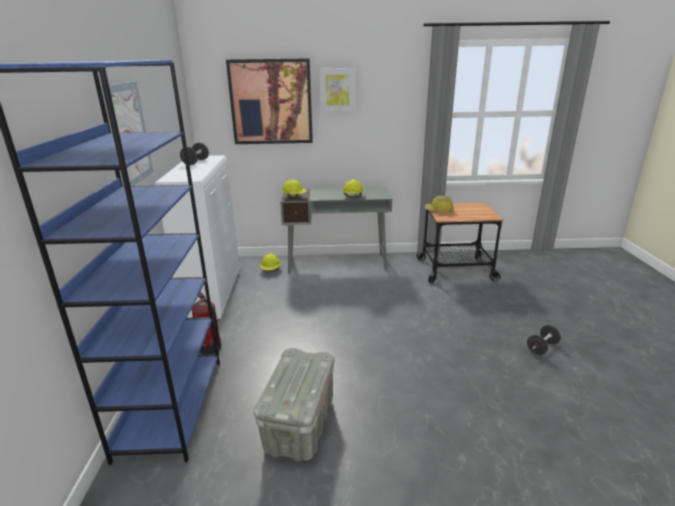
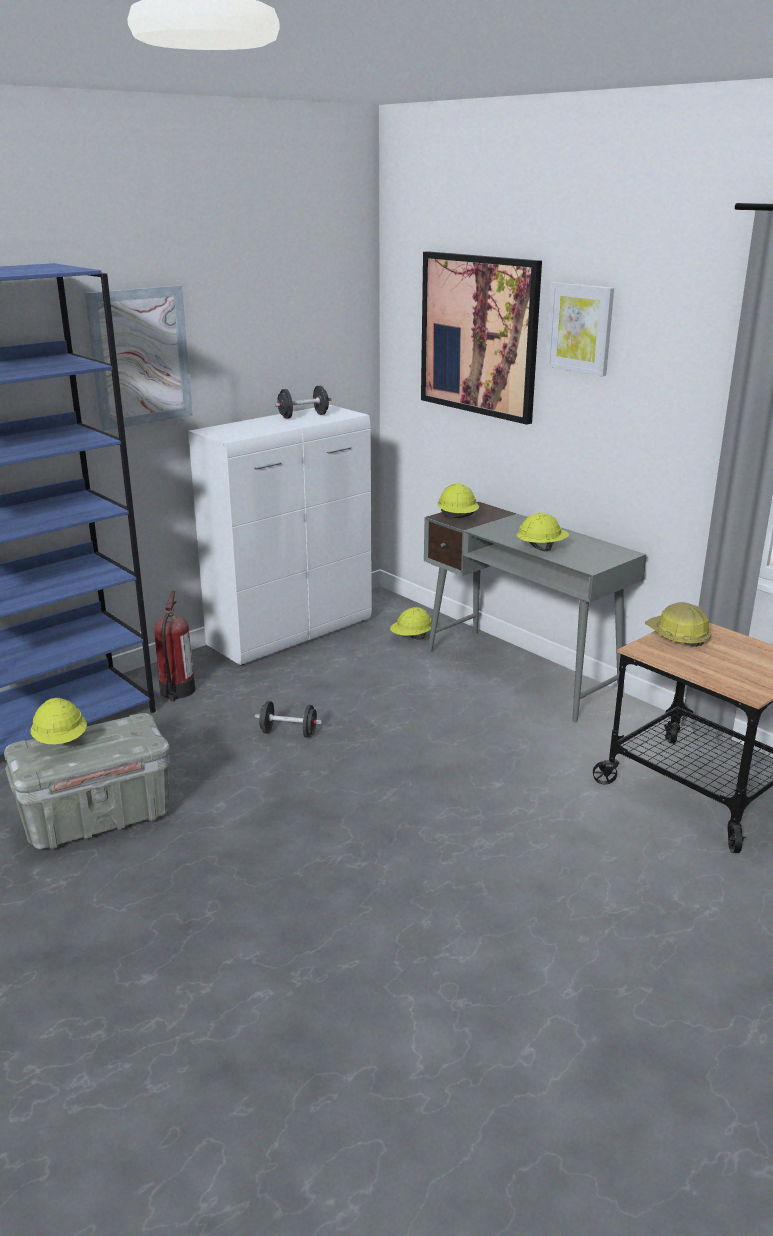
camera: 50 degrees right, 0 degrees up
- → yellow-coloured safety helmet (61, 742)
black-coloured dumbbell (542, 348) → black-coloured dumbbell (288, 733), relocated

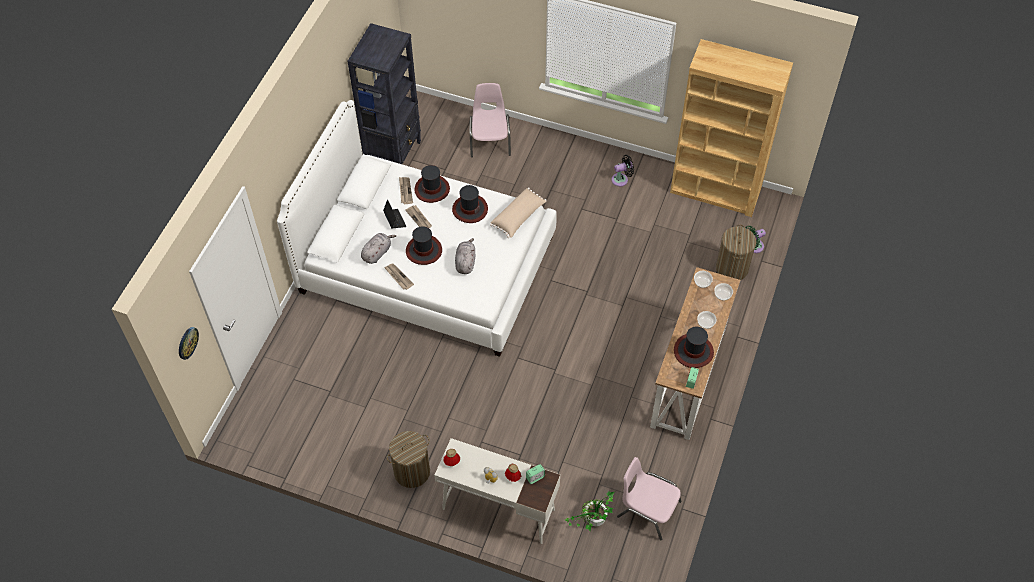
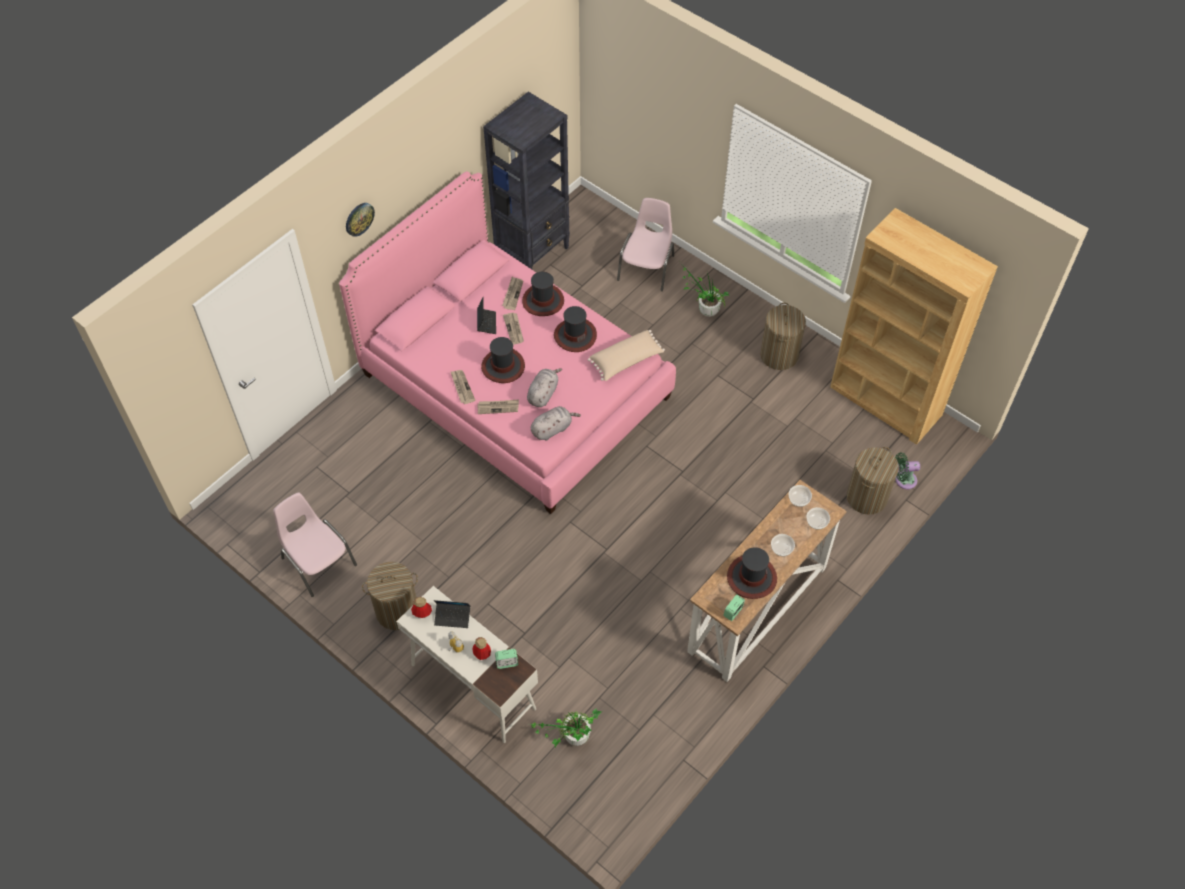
camera: 20 degrees right, 0 degrees up
- → notebook computer (452, 617)
- → newspaper (498, 407)
- → houseplant (704, 310)
wall clock (187, 343) → wall clock (359, 219), relocated
greyish cuddly toy (377, 253) → greyish cuddly toy (552, 429), relocated
pink chair (647, 509) → pink chair (318, 561), relocated
black-coloured electric fan (621, 179) → hamper (779, 355)
white-coloured sleeping bed (426, 265) → pink sleeping bed (515, 385)

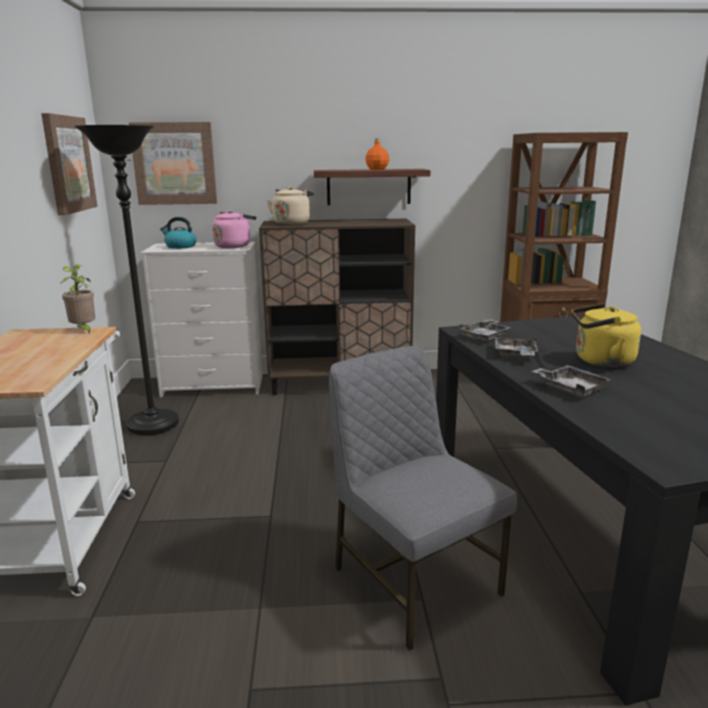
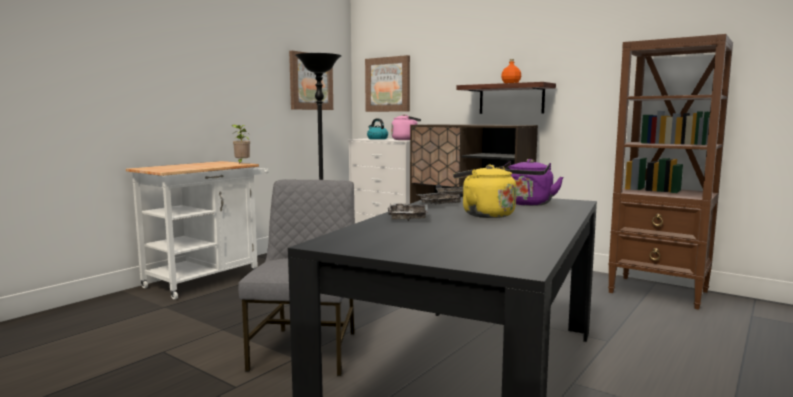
camera: 40 degrees right, 10 degrees down
sand-coloured kettle (292, 223) → -
- → purplish kettle (528, 204)

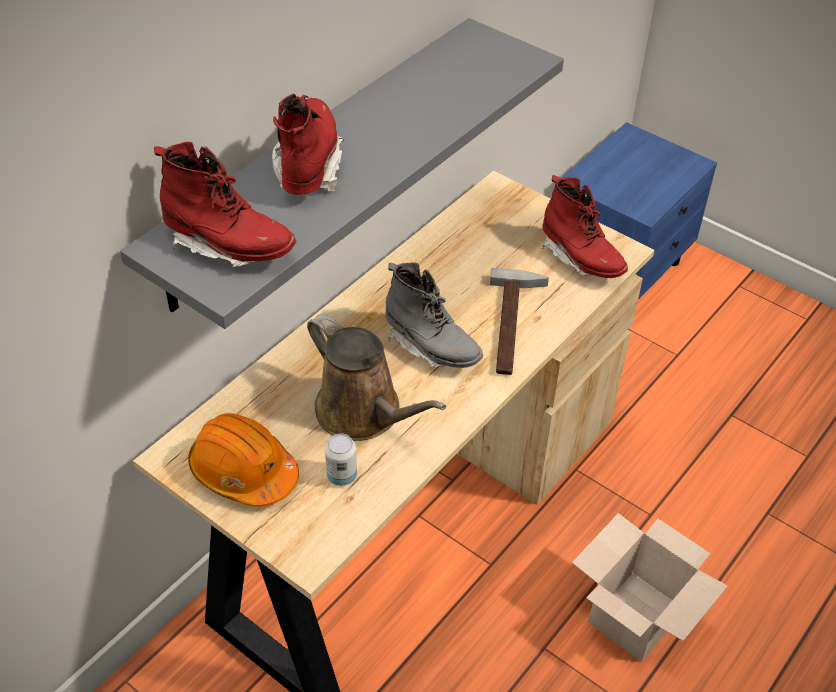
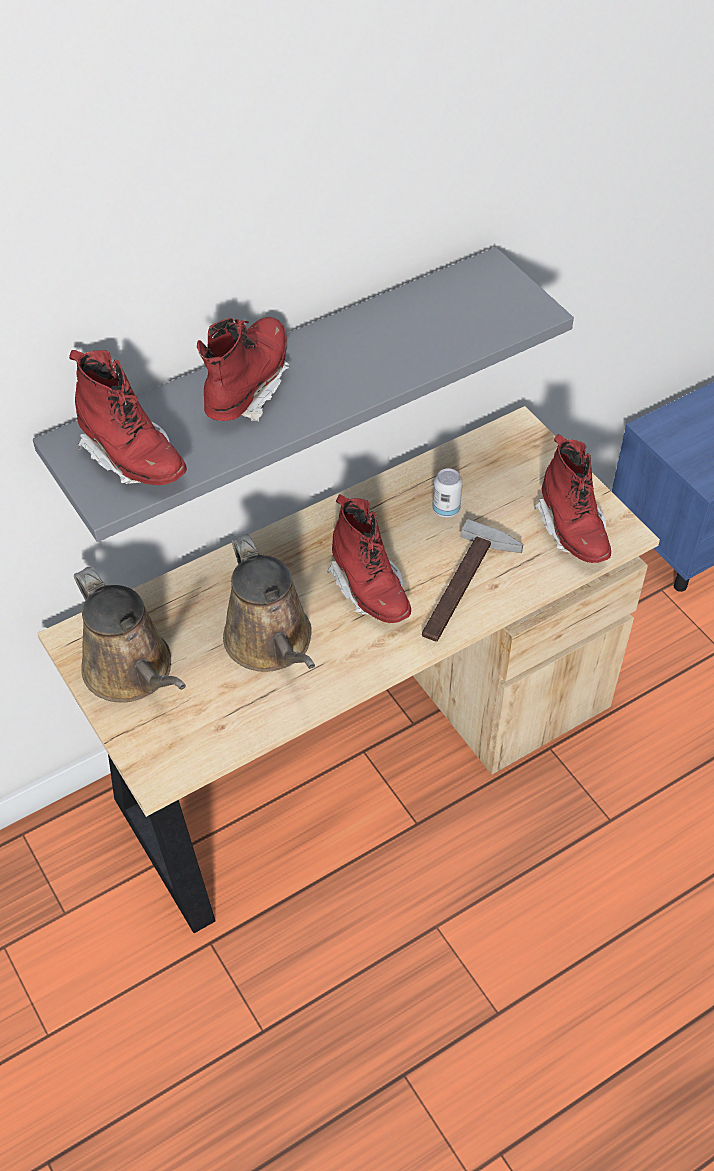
camera: 20 degrees right, 5 degrees up
cardboard box (636, 614) → -
metal can (342, 476) → metal can (446, 509), relocated
orange safety helmet (243, 471) → brown sprinkling can (132, 672)
greyish tall boot (431, 346) → red tall boot (369, 589)

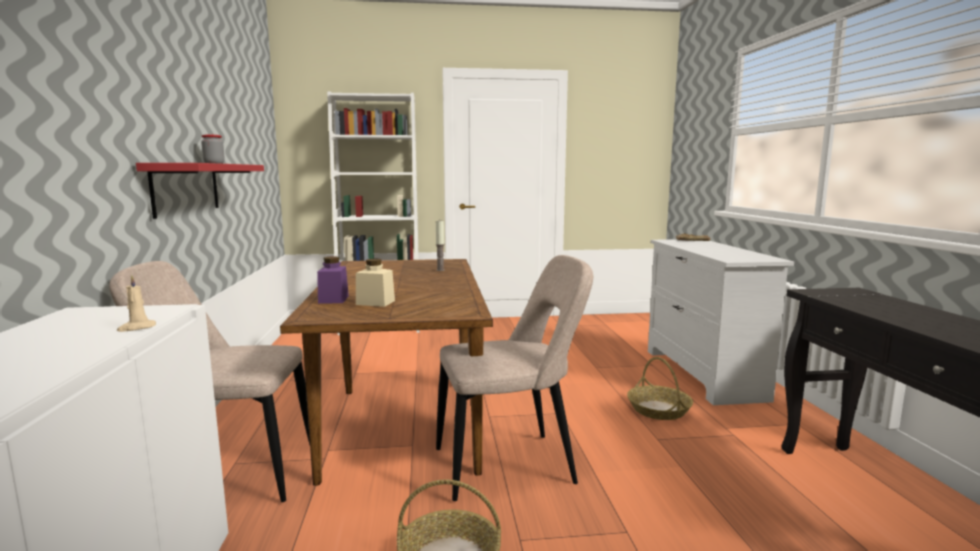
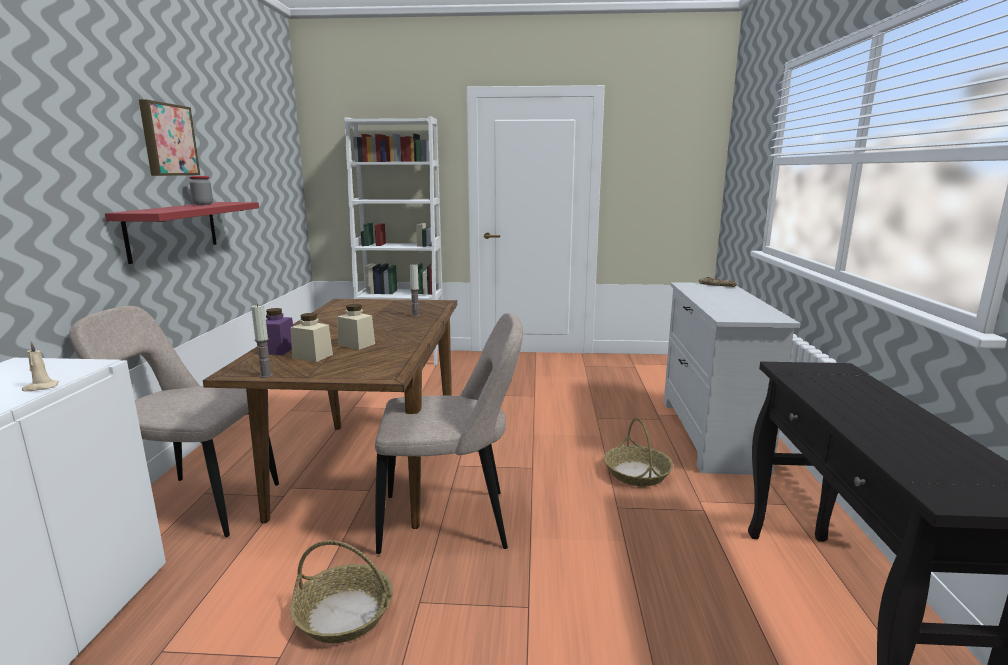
camera: 10 degrees right, 5 degrees up
- → wall art (167, 140)
- → wax candle (266, 375)
- → sand-coloured preserve jar (356, 344)

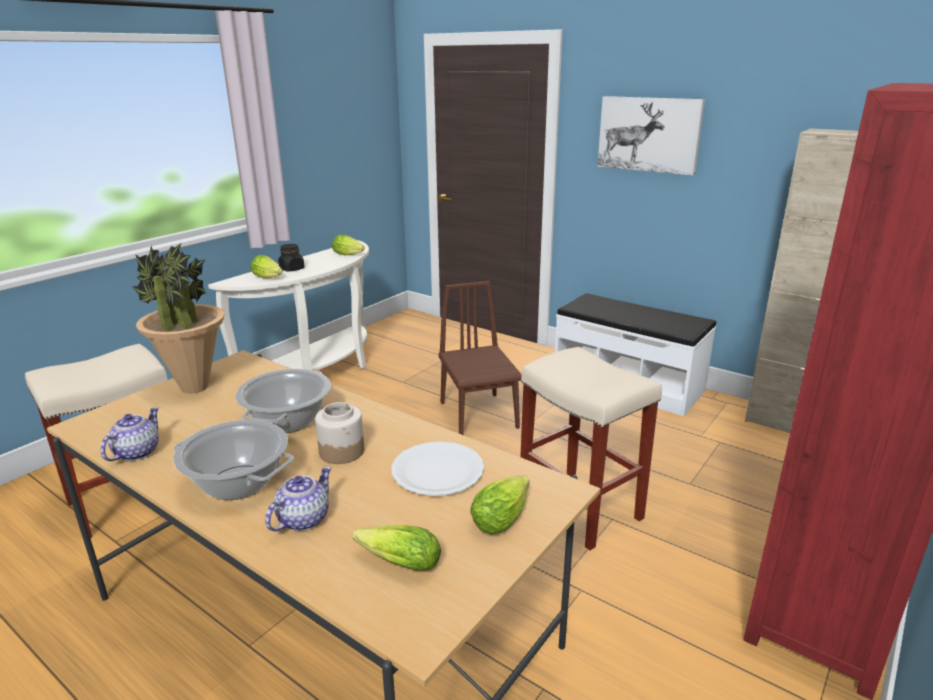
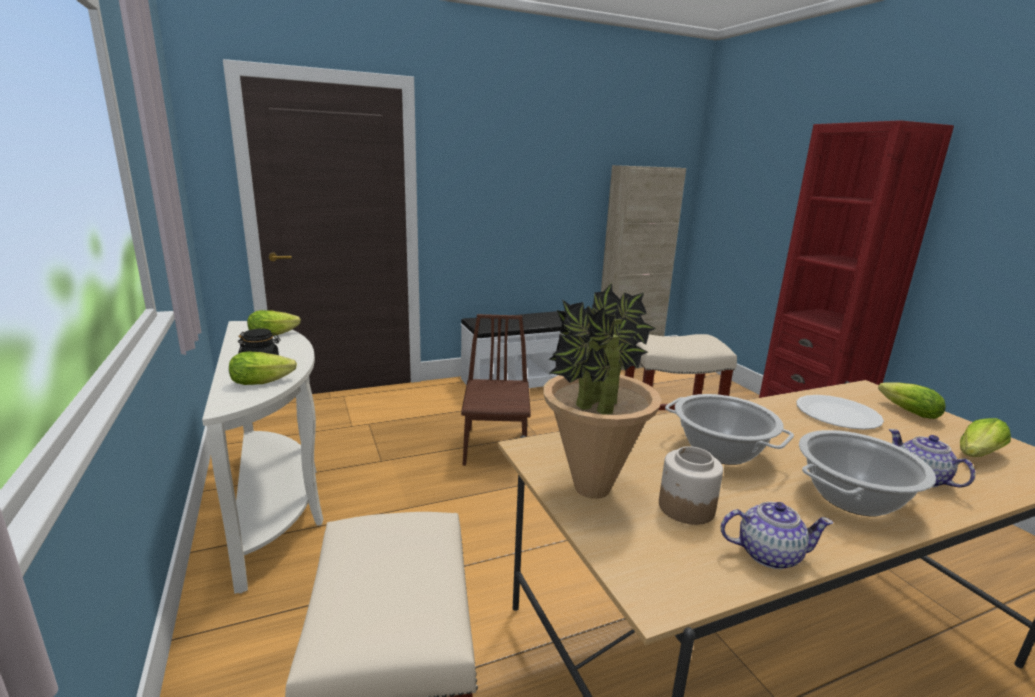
camera: 60 degrees left, 5 degrees down
wall art (649, 134) → -
preserve jar (342, 451) → preserve jar (685, 507), relocated
tea pot (136, 453) → tea pot (768, 554), 135 degrees clockwise
brown chair (478, 415) → brown chair (495, 447), 75 degrees clockwise

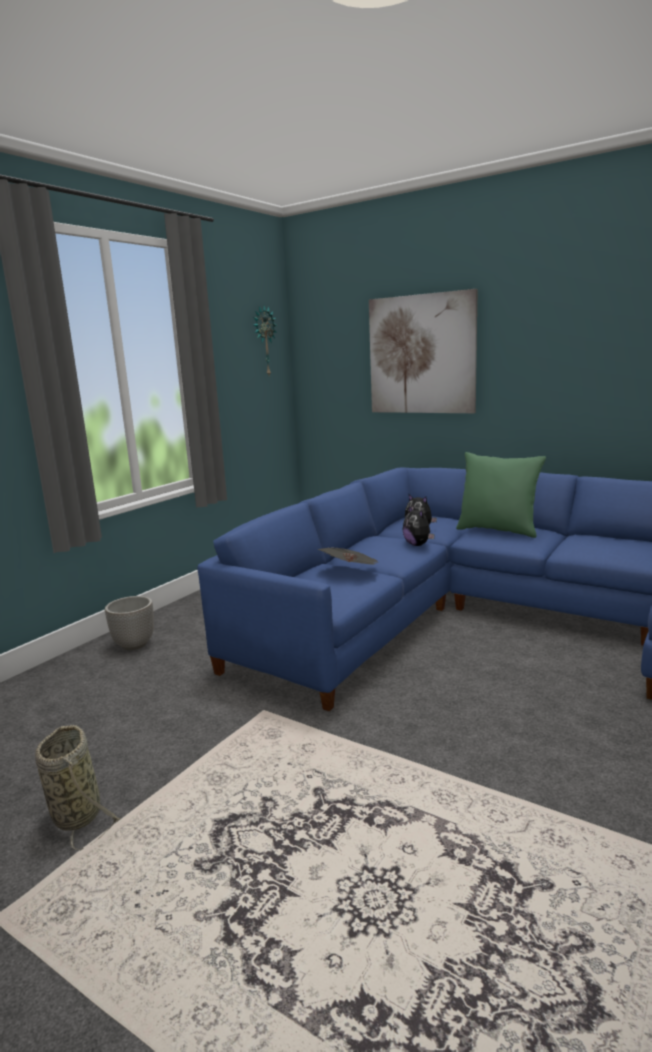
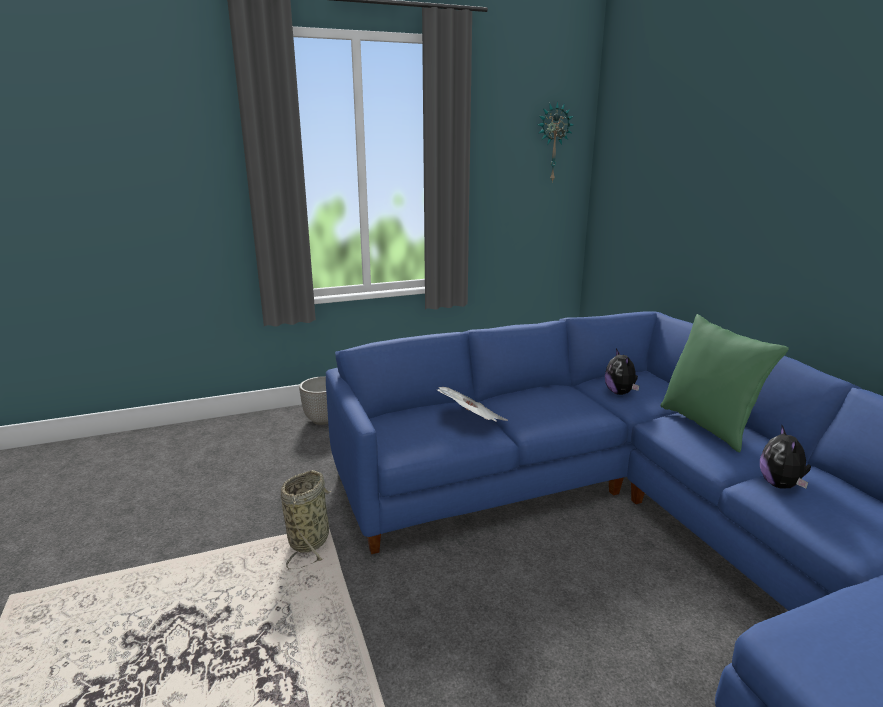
camera: 35 degrees right, 5 degrees up
wall art (421, 354) → -
household basket (76, 813) → household basket (310, 539), relocated
cuddly toy (418, 545) → cuddly toy (781, 485), relocated

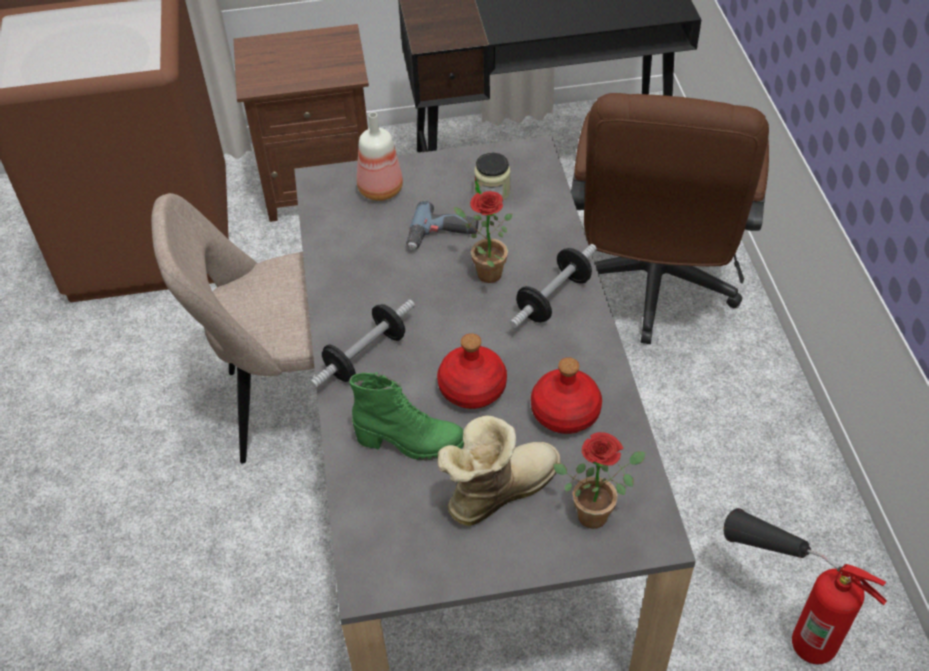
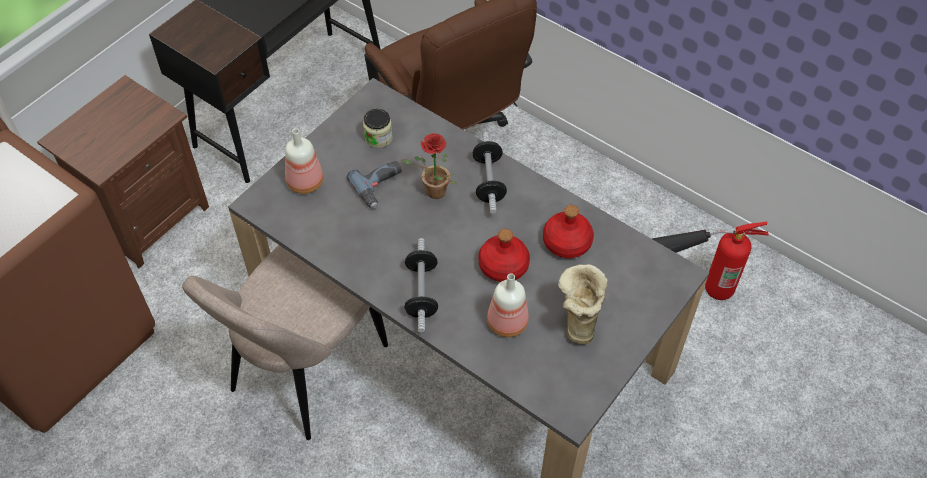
camera: 45 degrees left, 5 degrees up
houseplant (597, 511) → -
green tall boot (410, 443) → beverage bottle (506, 322)

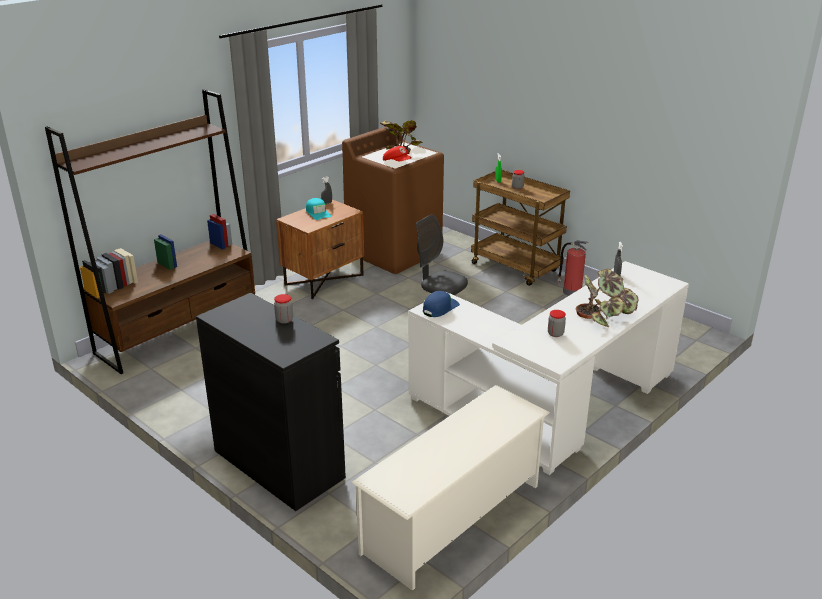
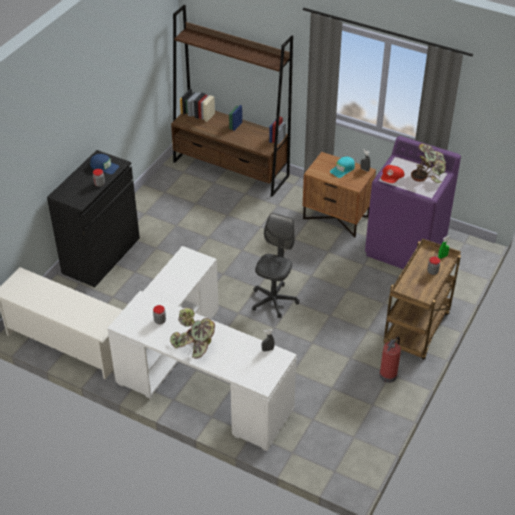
camera: 75 degrees right, 15 degrees up
blue-coloured peaked cap (440, 308) → blue-coloured peaked cap (104, 166), relocated
brown laundry appliance (394, 252) → purplish laundry appliance (406, 247)

